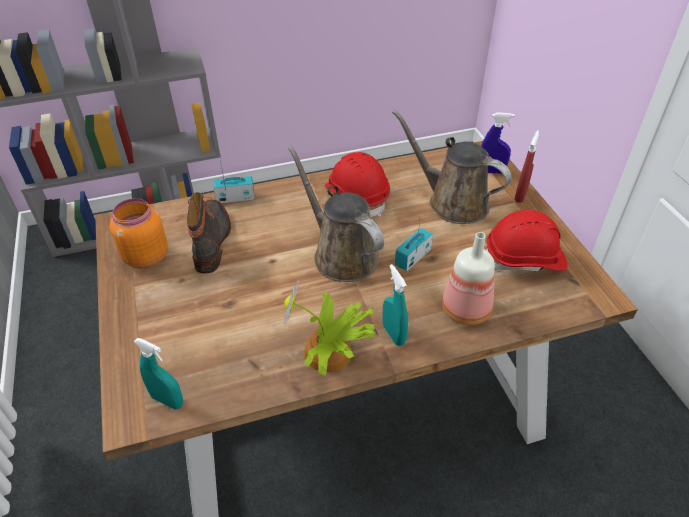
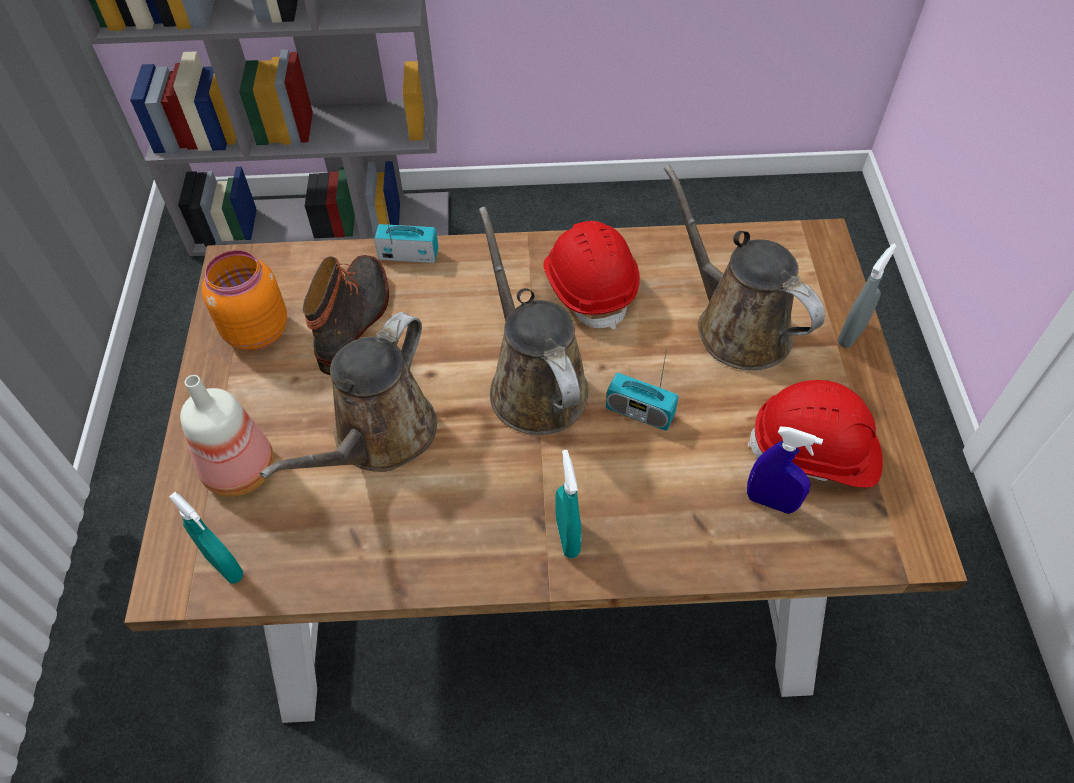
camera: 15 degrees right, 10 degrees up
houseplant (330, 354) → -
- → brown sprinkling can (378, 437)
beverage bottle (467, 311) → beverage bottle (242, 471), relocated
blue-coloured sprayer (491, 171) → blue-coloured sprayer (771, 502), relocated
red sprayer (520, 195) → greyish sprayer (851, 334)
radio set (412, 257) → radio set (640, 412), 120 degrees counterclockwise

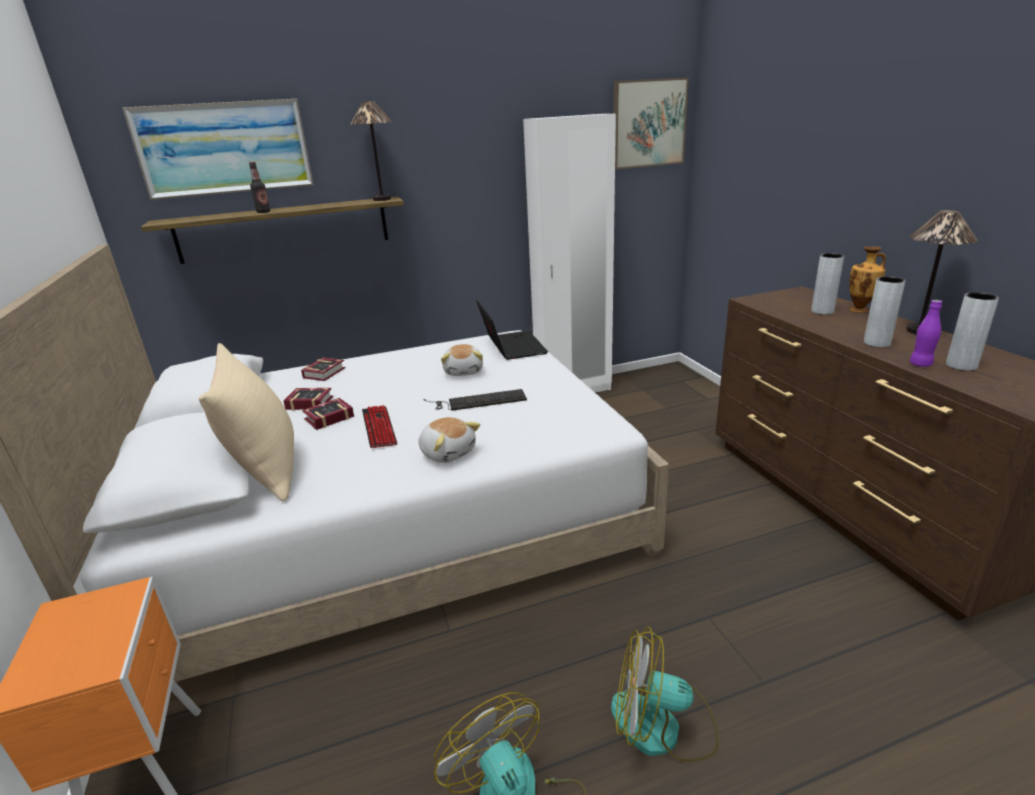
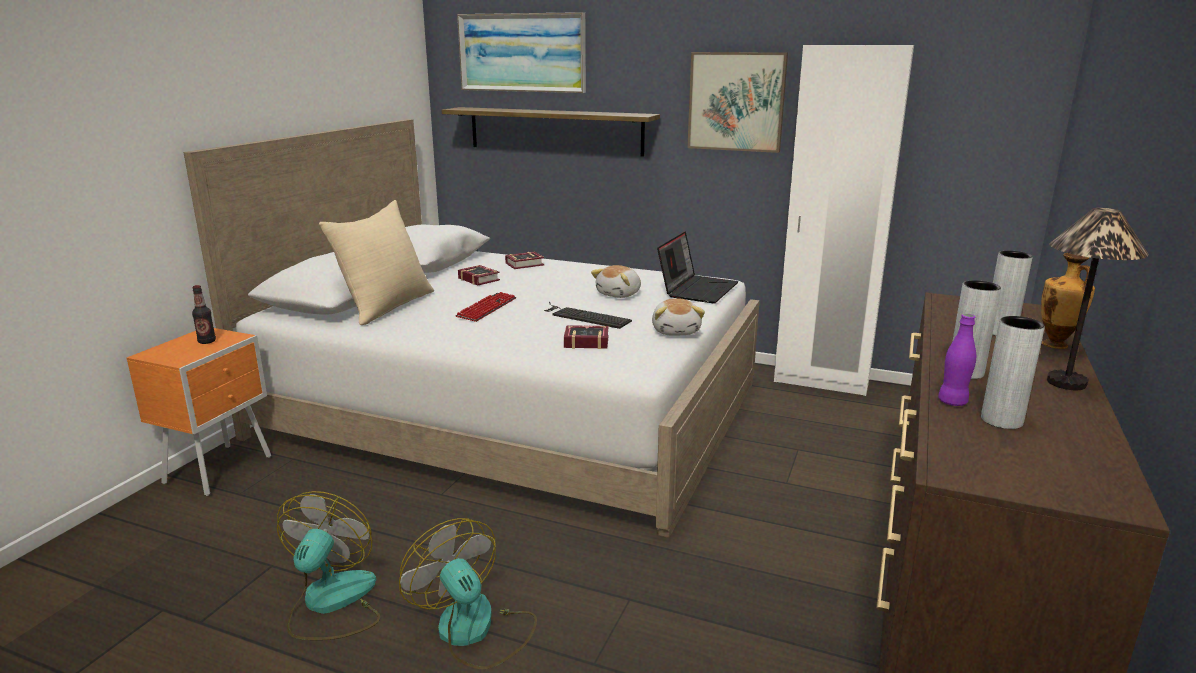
camera: 40 degrees right, 5 degrees down
lamp for a table (382, 199) → -
beverage bottle (263, 212) → beverage bottle (207, 341), relocated
book (327, 418) → book (584, 341), relocated
cuddly toy (448, 452) → cuddly toy (676, 331), relocated
wall art (648, 123) → wall art (736, 101), relocated

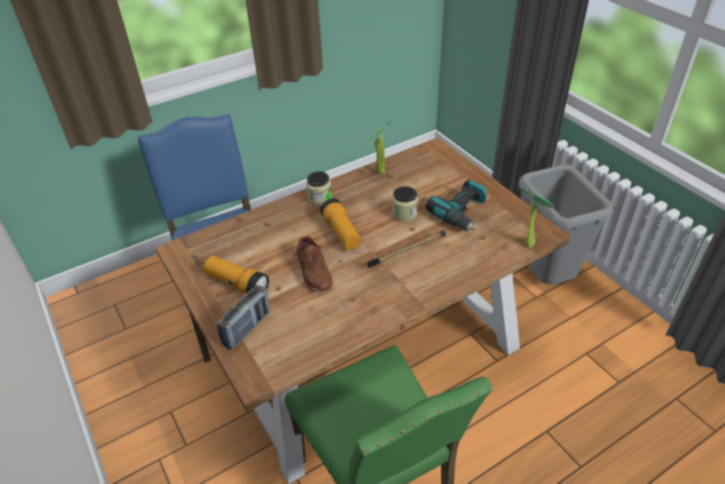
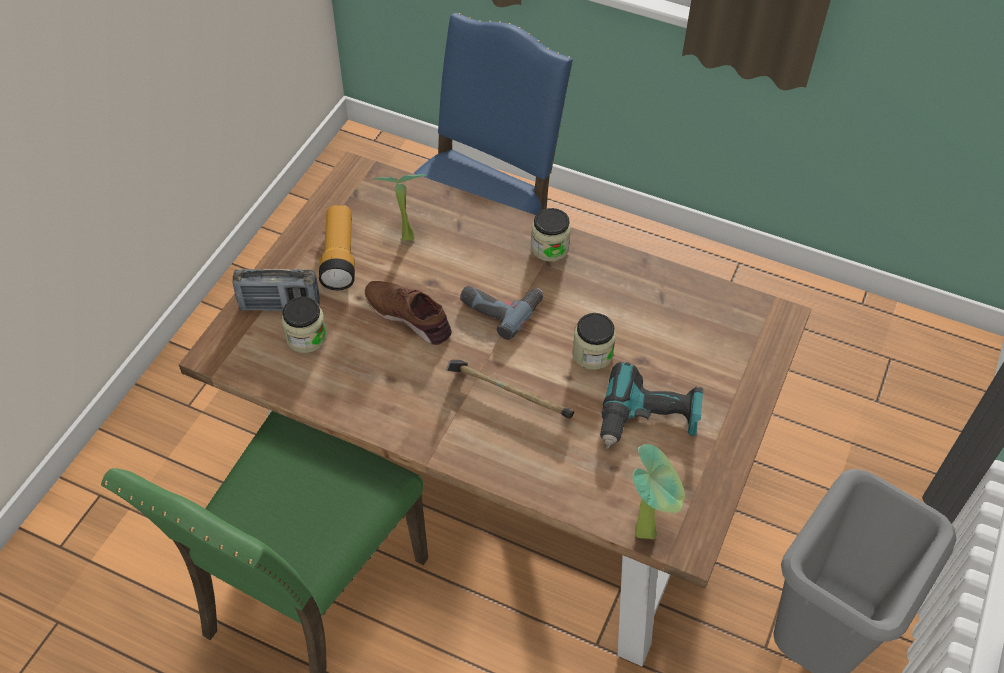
camera: 55 degrees right, 10 degrees up
- → preserve jar (306, 337)
houseplant (377, 172) → houseplant (404, 234), relocated
flashlight (341, 233) → electric drill (500, 306)
brown item of footwear (313, 272) → brown item of footwear (409, 316), 90 degrees clockwise

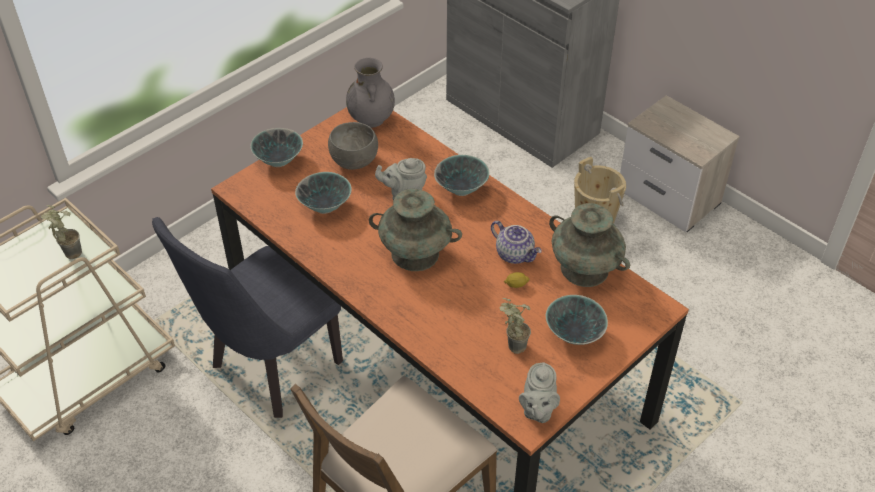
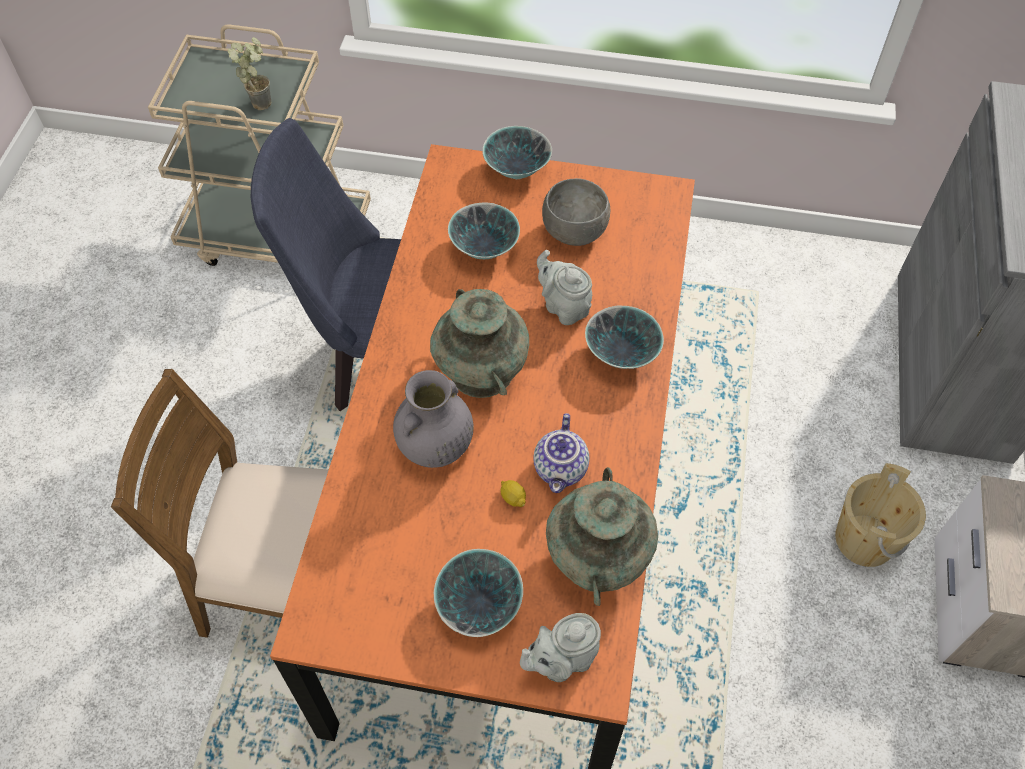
camera: 55 degrees right, 10 degrees up
houseplant (511, 346) → -
greyish vase (371, 119) → greyish vase (435, 448), relocated
greyish tea pot (537, 410) → greyish tea pot (561, 661), relocated

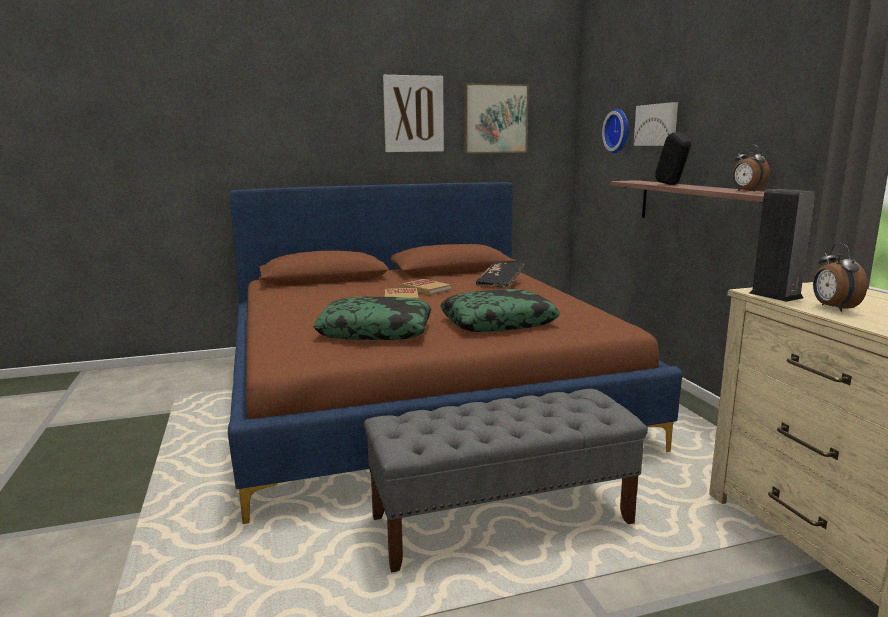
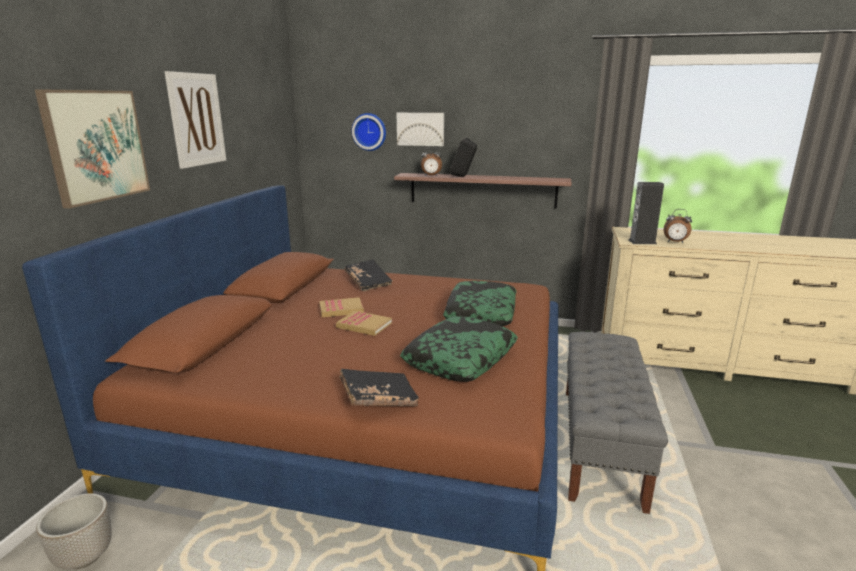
camera: 60 degrees left, 5 degrees up
- → flower pot (85, 556)
- → black-coloured book (379, 399)
wall art (495, 119) → wall art (96, 146), relocated
table clock (746, 191) → table clock (431, 175), relocated

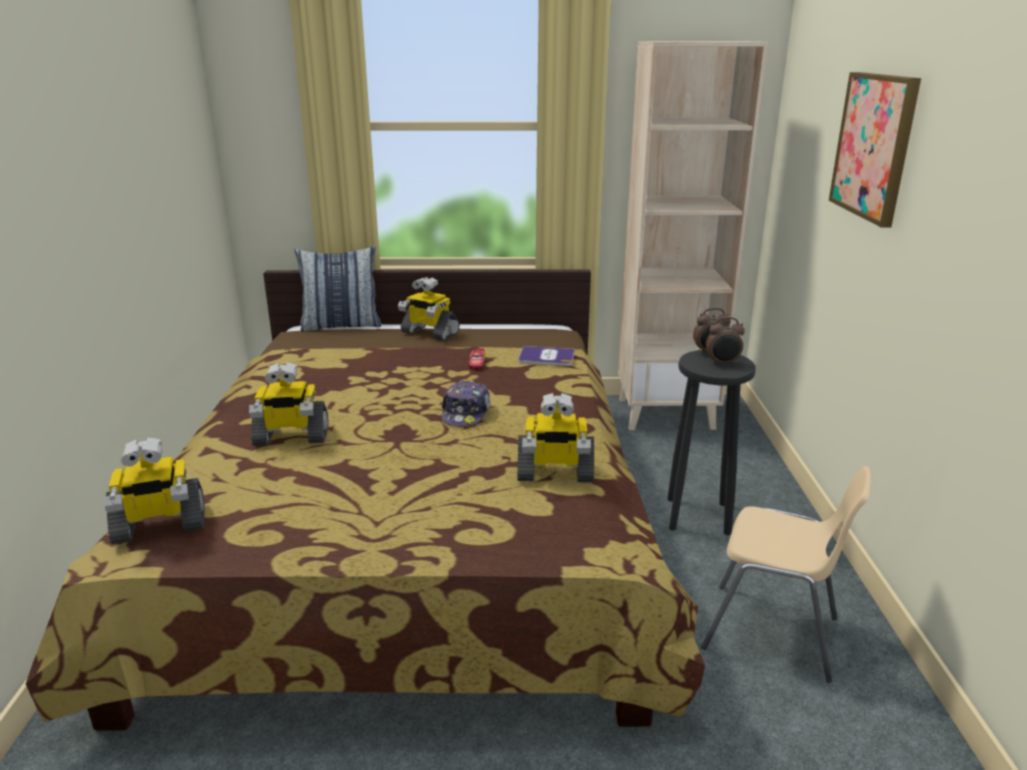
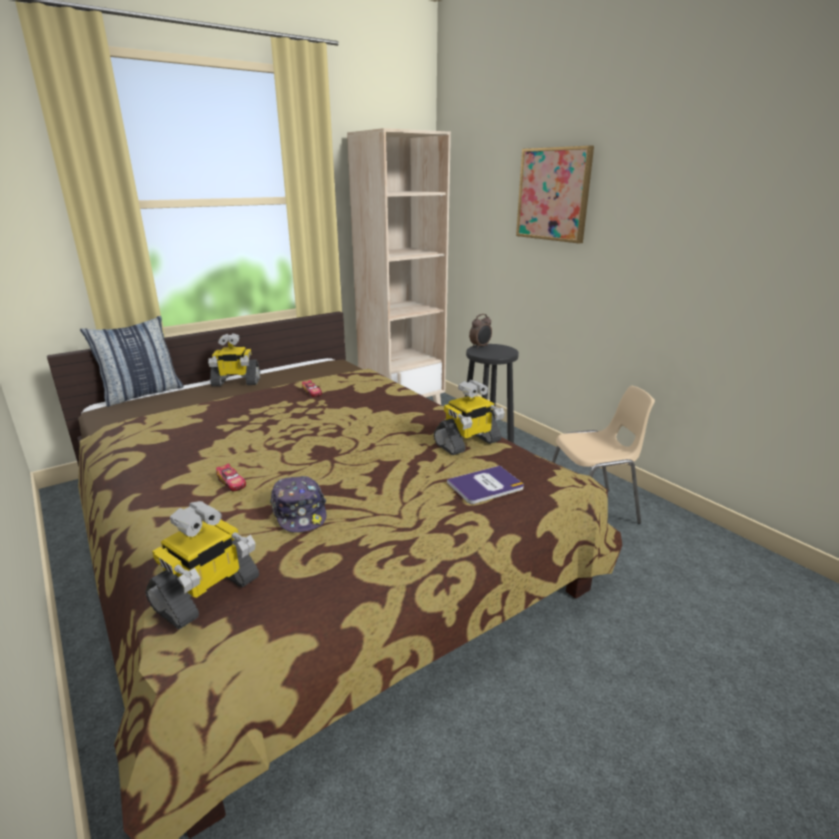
camera: 35 degrees left, 0 degrees up
table clock (722, 363) → -
peaked cap (466, 413) → peaked cap (299, 512), relocated
book (546, 357) → book (485, 486), relocated
toy robot (291, 437) → model car (232, 483)

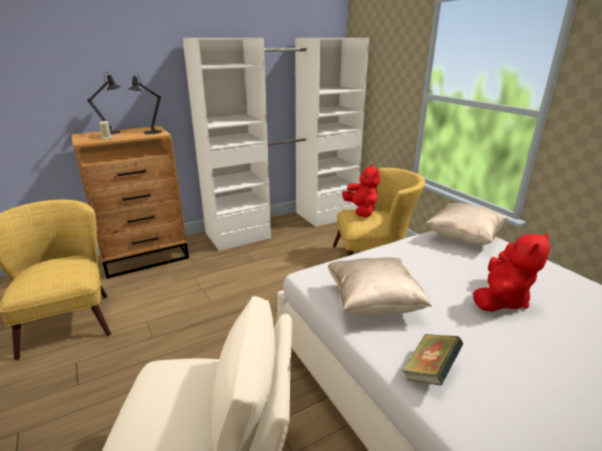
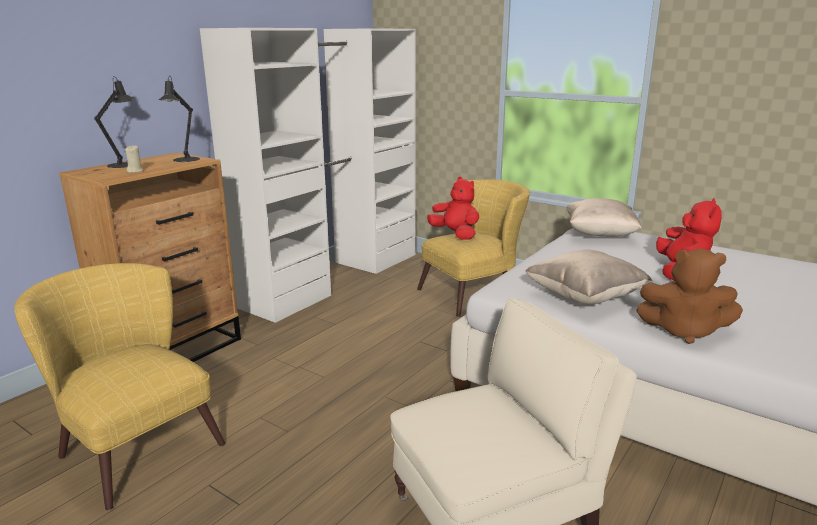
camera: 25 degrees left, 5 degrees down
book (429, 371) → brown cuddly toy (684, 331)

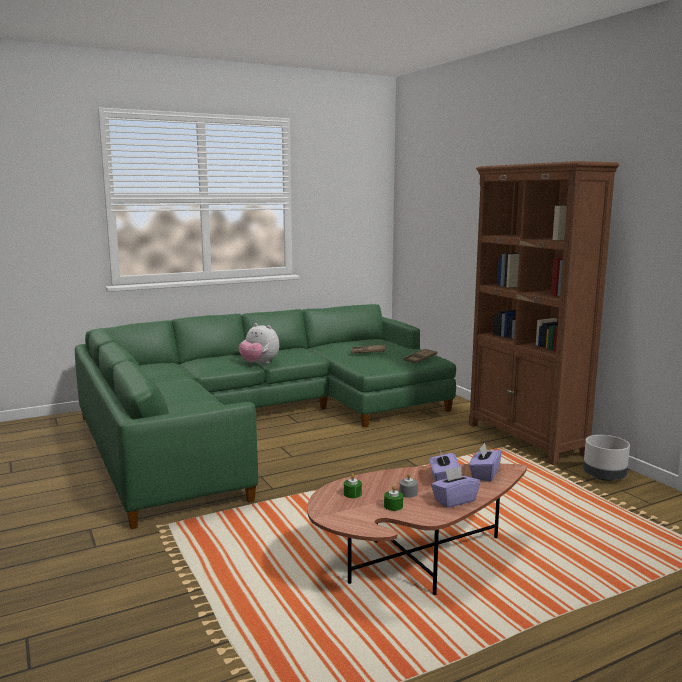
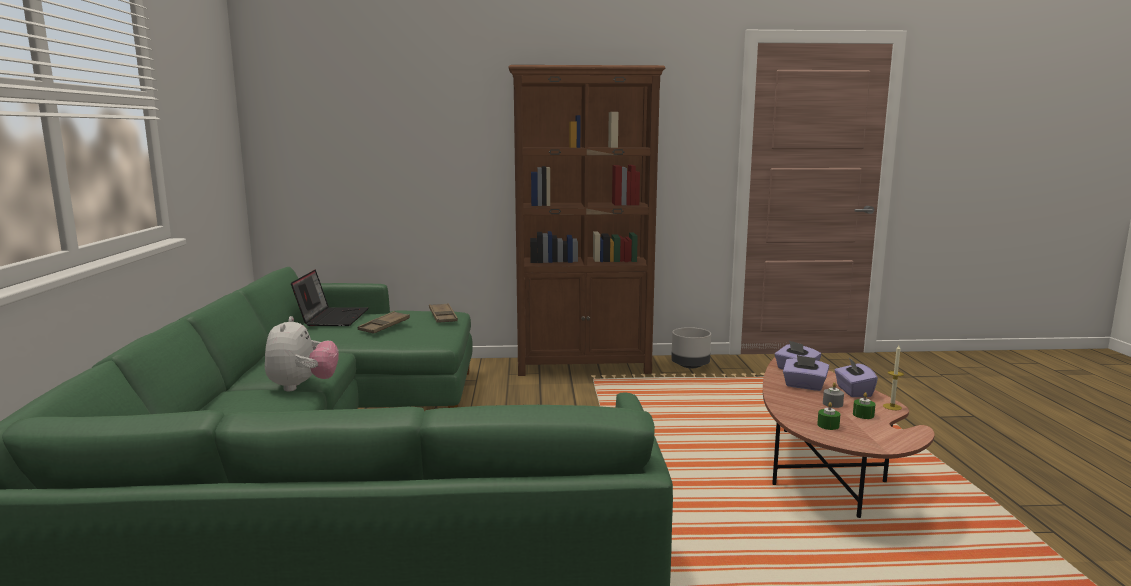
camera: 65 degrees left, 0 degrees up
- → notebook computer (332, 317)
- → wax candle (892, 407)
cuddly toy (259, 363) → cuddly toy (302, 386), 60 degrees counterclockwise

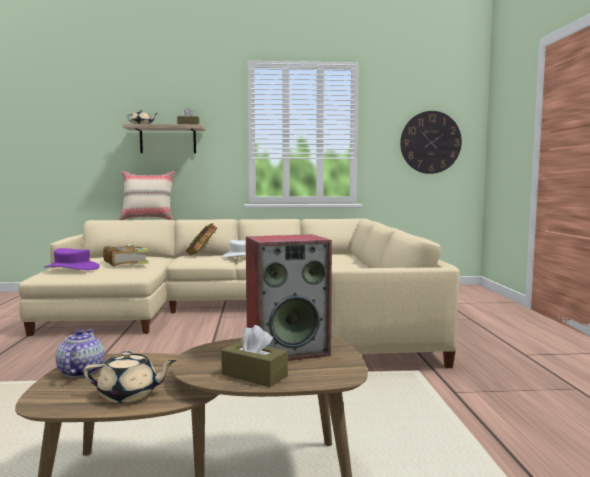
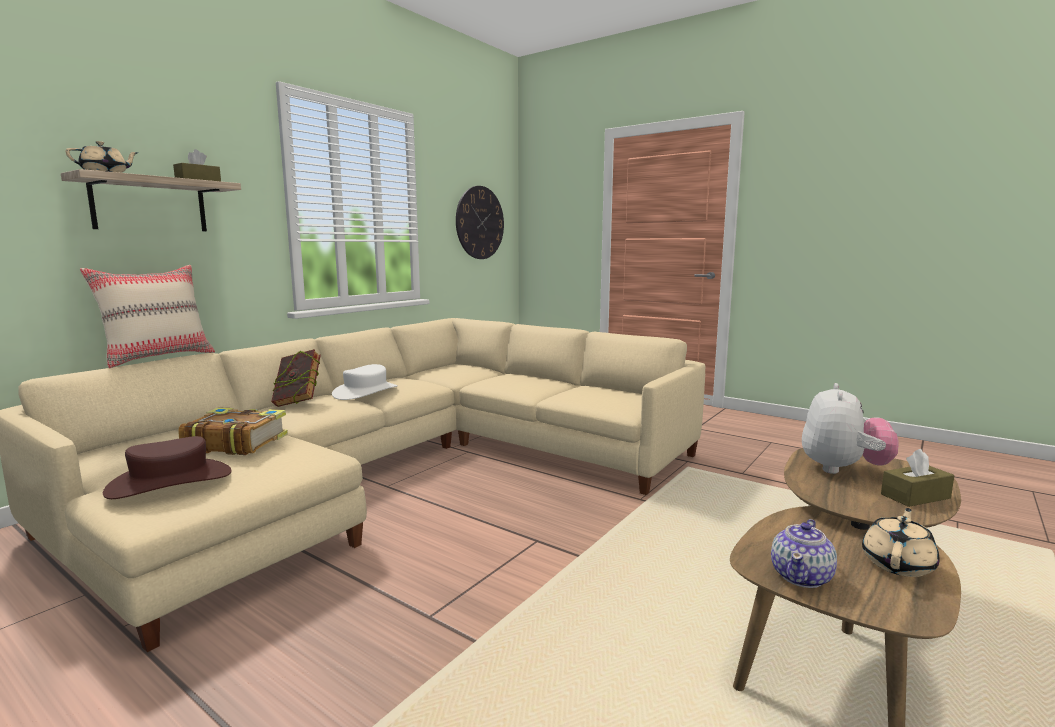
camera: 50 degrees left, 5 degrees up
loudspeaker (288, 350) → cuddly toy (842, 469)
purplish wearable hat (72, 268) → brown wearable hat (170, 481)
tea pot (80, 372) → tea pot (802, 576), 90 degrees counterclockwise

